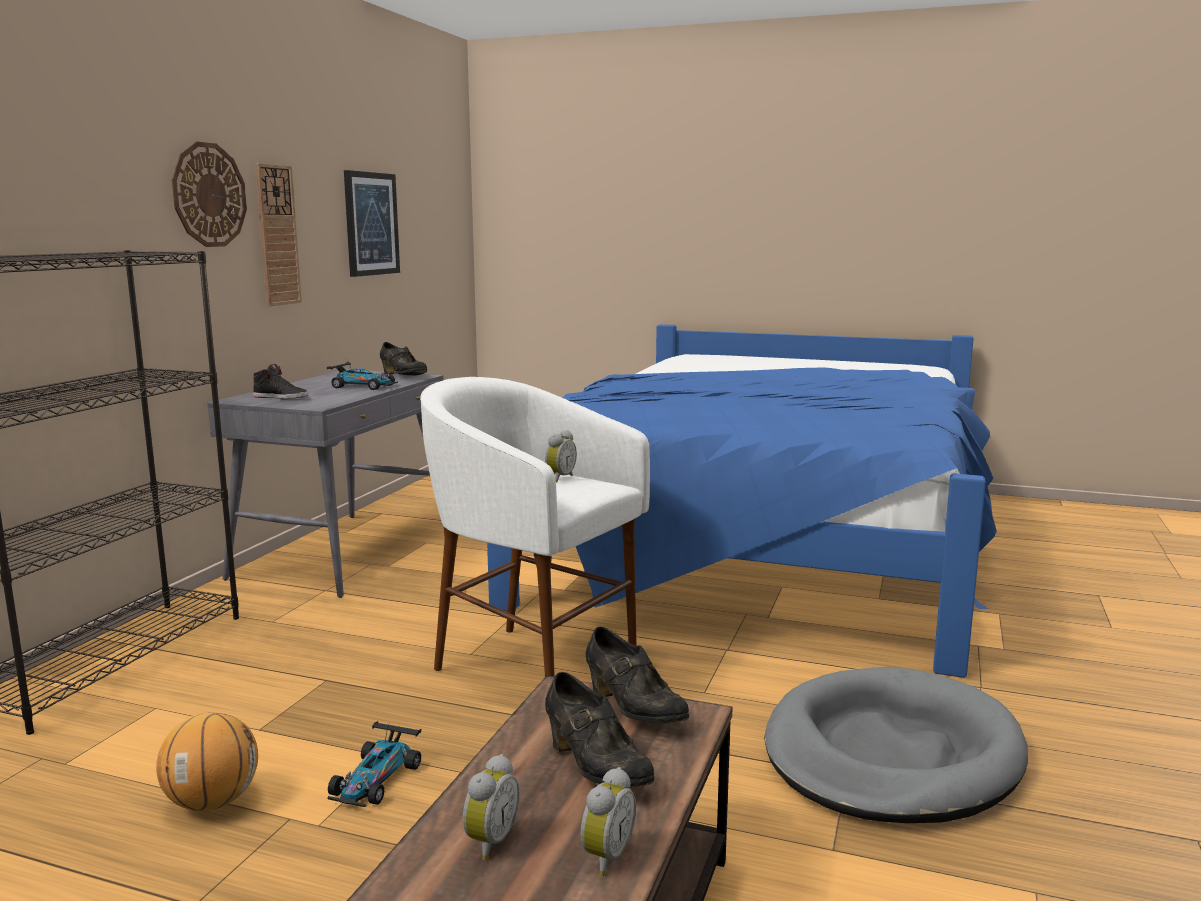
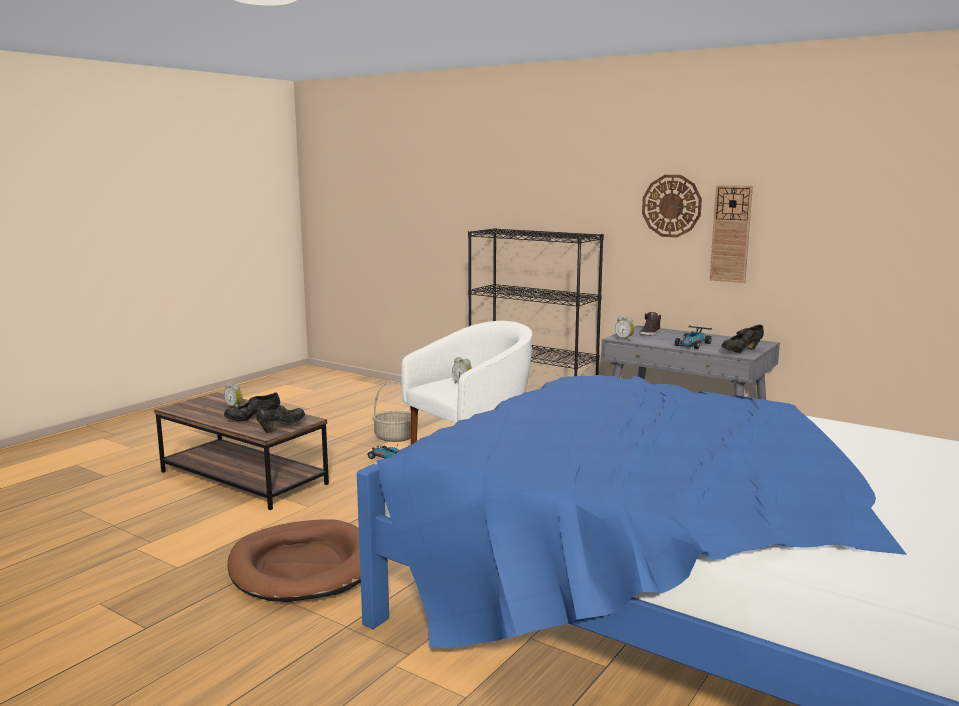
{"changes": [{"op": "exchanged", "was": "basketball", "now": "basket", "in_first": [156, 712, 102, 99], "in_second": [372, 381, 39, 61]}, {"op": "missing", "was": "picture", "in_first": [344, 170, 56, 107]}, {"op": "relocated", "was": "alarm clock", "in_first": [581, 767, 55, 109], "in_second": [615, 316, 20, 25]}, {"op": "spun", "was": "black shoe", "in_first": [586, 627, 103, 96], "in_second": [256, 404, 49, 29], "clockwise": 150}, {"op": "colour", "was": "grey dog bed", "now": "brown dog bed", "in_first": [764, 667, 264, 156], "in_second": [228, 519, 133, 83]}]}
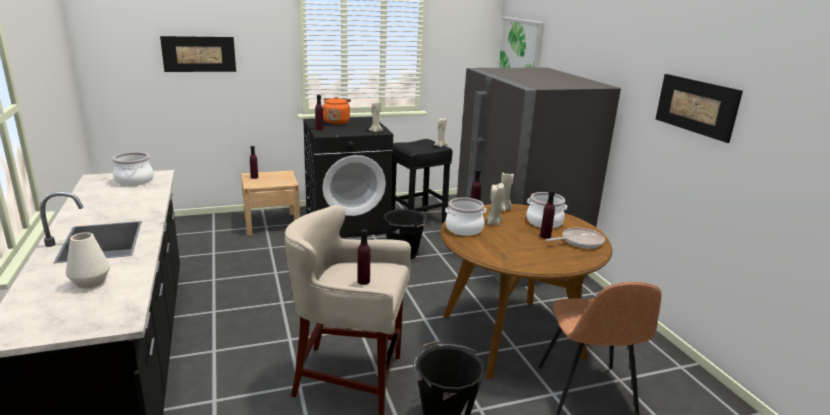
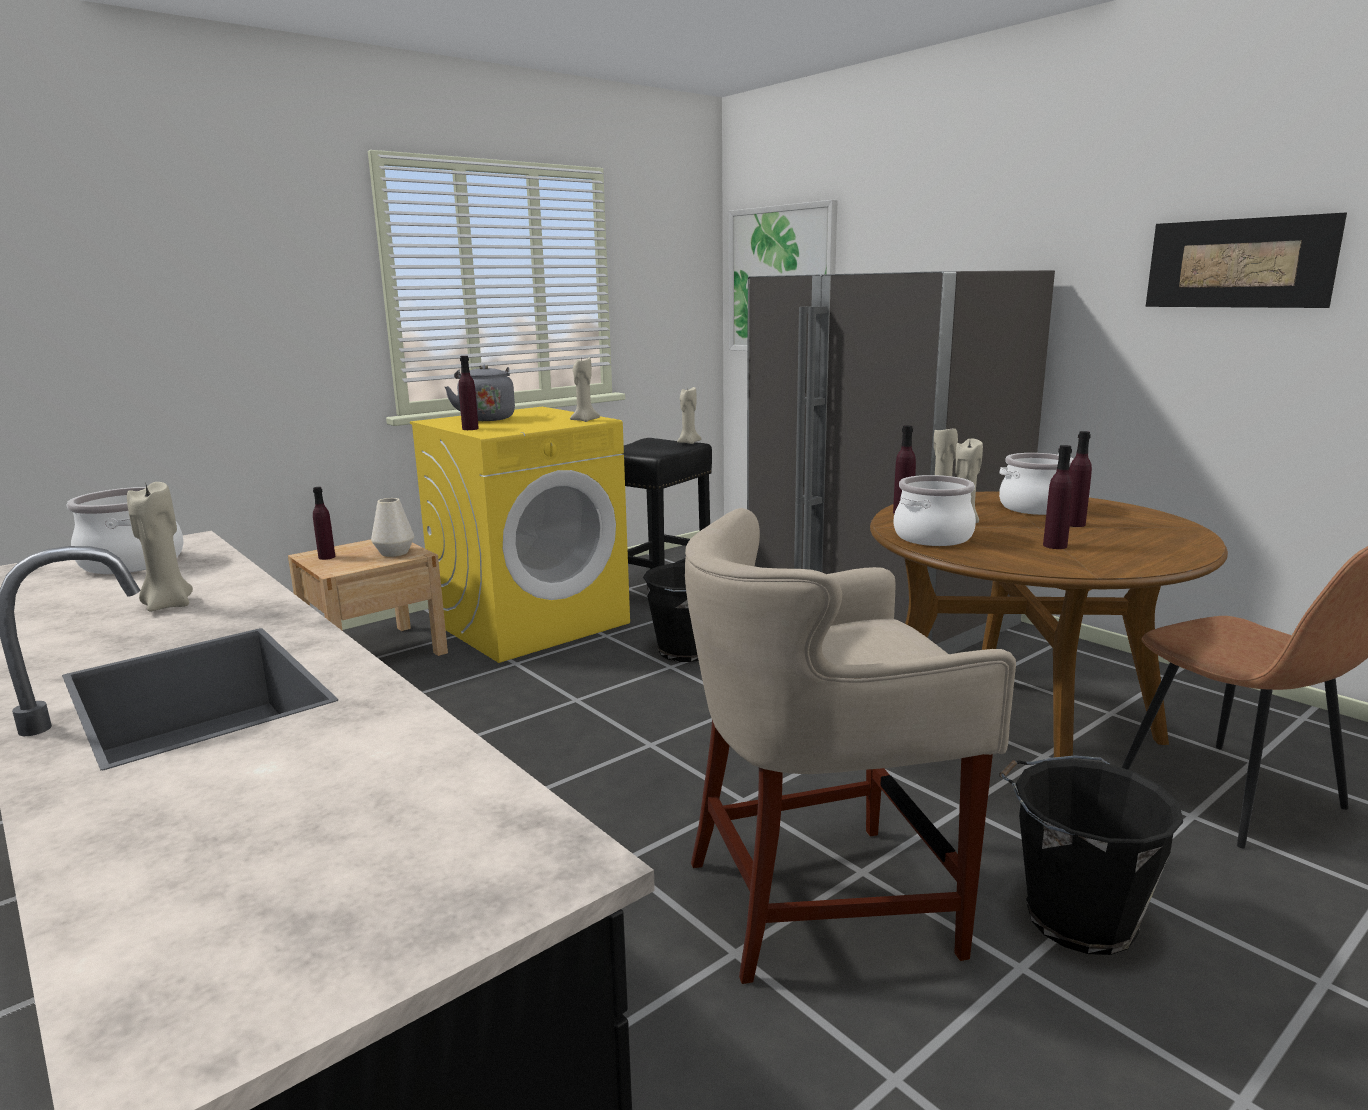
{"changes": [{"op": "relocated", "was": "white vase", "in_first": [66, 232, 44, 57], "in_second": [371, 498, 43, 59]}, {"op": "missing", "was": "picture", "in_first": [160, 36, 76, 36]}, {"op": "colour", "was": "black washing machine", "now": "yellow washing machine", "in_first": [303, 117, 90, 121], "in_second": [410, 407, 220, 256]}, {"op": "colour", "was": "orange kettle", "now": "grey kettle", "in_first": [323, 97, 28, 28], "in_second": [444, 365, 71, 56]}, {"op": "relocated", "was": "purple bottle", "in_first": [358, 229, 12, 56], "in_second": [1043, 445, 31, 104]}, {"op": "missing", "was": "frying pan", "in_first": [546, 228, 59, 20]}, {"op": "appeared", "now": "beige candle", "in_second": [127, 482, 66, 130]}]}
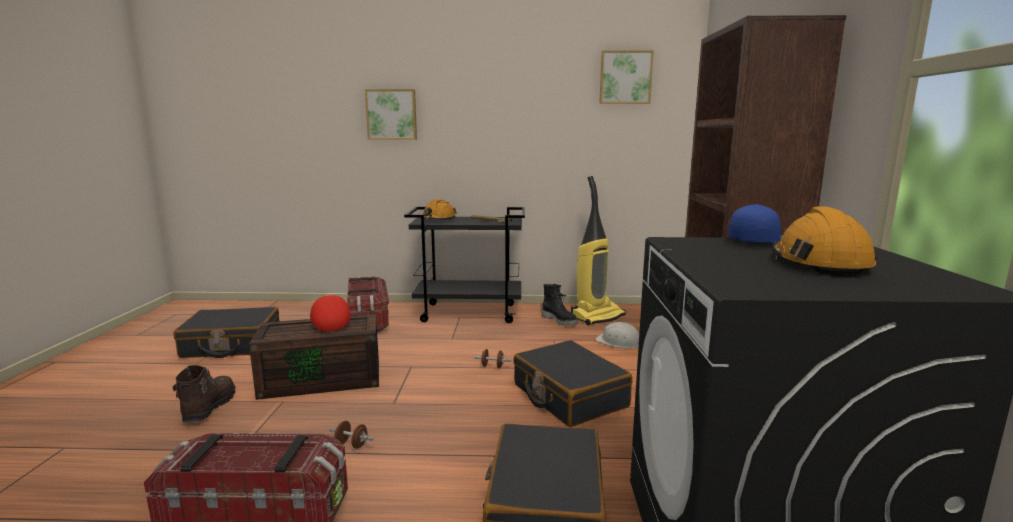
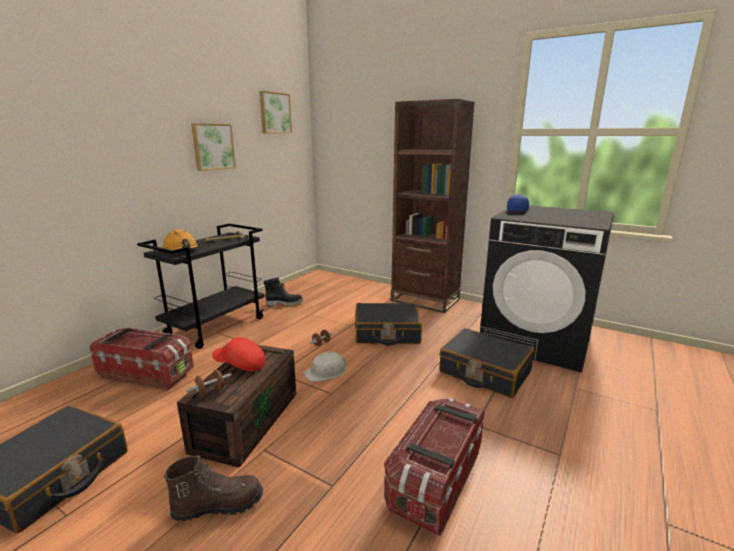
{"changes": [{"op": "spun", "was": "brown boot", "in_first": [173, 365, 63, 57], "in_second": [164, 455, 99, 66], "clockwise": 135}, {"op": "relocated", "was": "brown dumbbell", "in_first": [329, 421, 45, 28], "in_second": [186, 369, 46, 27]}, {"op": "relocated", "was": "picture", "in_first": [365, 89, 52, 51], "in_second": [191, 123, 45, 48]}, {"op": "missing", "was": "vacuum cleaner", "in_first": [571, 176, 55, 149]}, {"op": "relocated", "was": "white hard hat", "in_first": [595, 322, 44, 27], "in_second": [304, 351, 42, 31]}, {"op": "missing", "was": "orange hard hat", "in_first": [772, 206, 105, 71]}]}
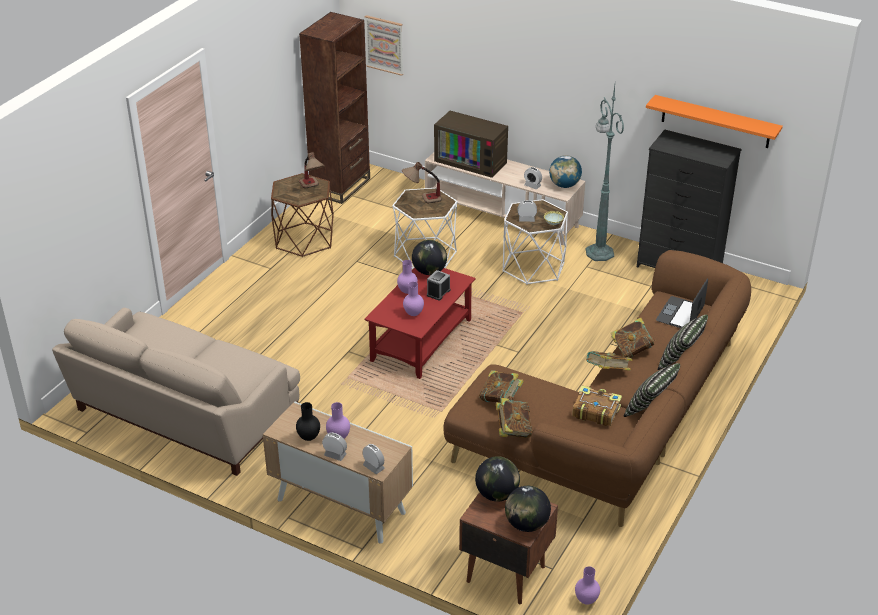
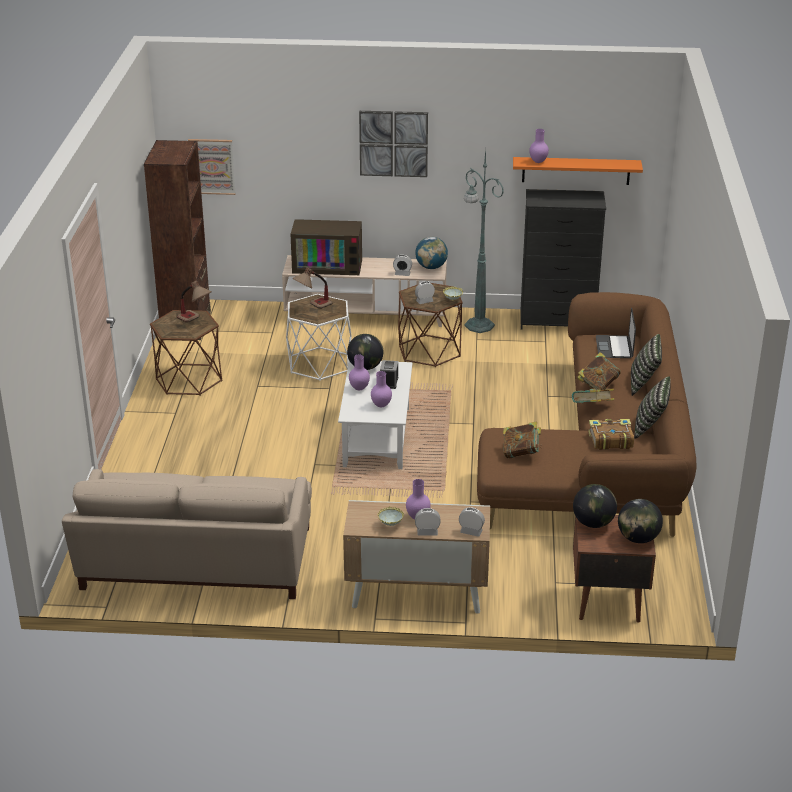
{"changes": [{"op": "exchanged", "was": "black vase", "now": "bowl", "in_first": [296, 402, 24, 39], "in_second": [378, 507, 26, 19]}, {"op": "colour", "was": "red coffee table", "now": "white coffee table", "in_first": [364, 267, 112, 112], "in_second": [338, 361, 74, 108]}, {"op": "missing", "was": "book", "in_first": [496, 398, 37, 40]}, {"op": "colour", "was": "white side table", "now": "brown side table", "in_first": [502, 199, 66, 86], "in_second": [398, 283, 65, 84]}, {"op": "relocated", "was": "purple vase", "in_first": [575, 566, 25, 39], "in_second": [529, 129, 20, 34]}, {"op": "appeared", "now": "picture", "in_second": [359, 111, 69, 66]}]}
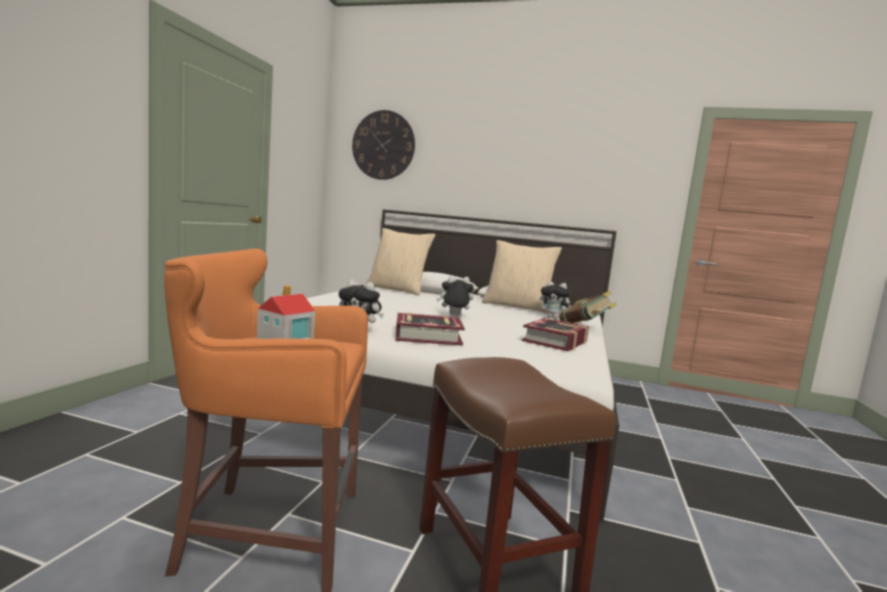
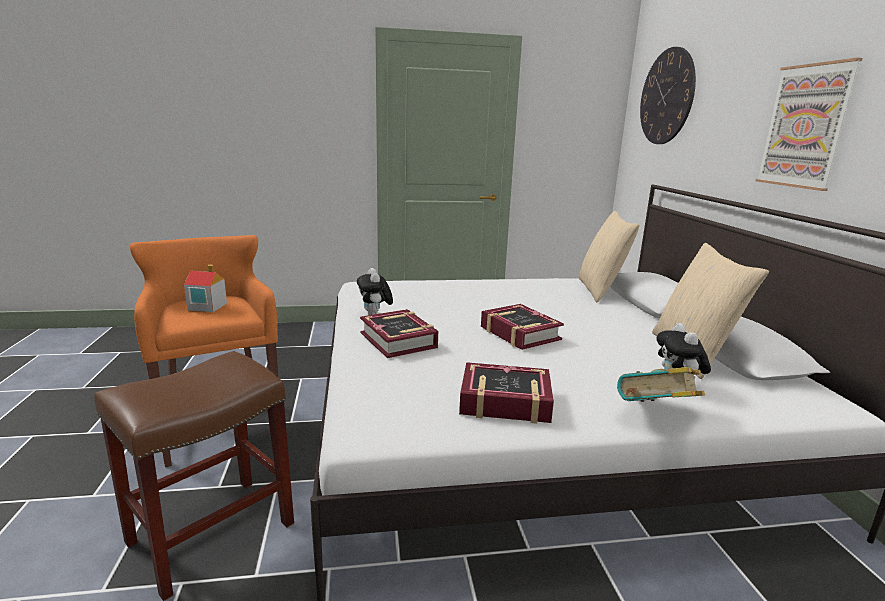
{"changes": [{"op": "exchanged", "was": "plush toy", "now": "book", "in_first": [436, 276, 38, 40], "in_second": [481, 304, 83, 46]}, {"op": "appeared", "now": "picture", "in_second": [756, 58, 106, 133]}]}
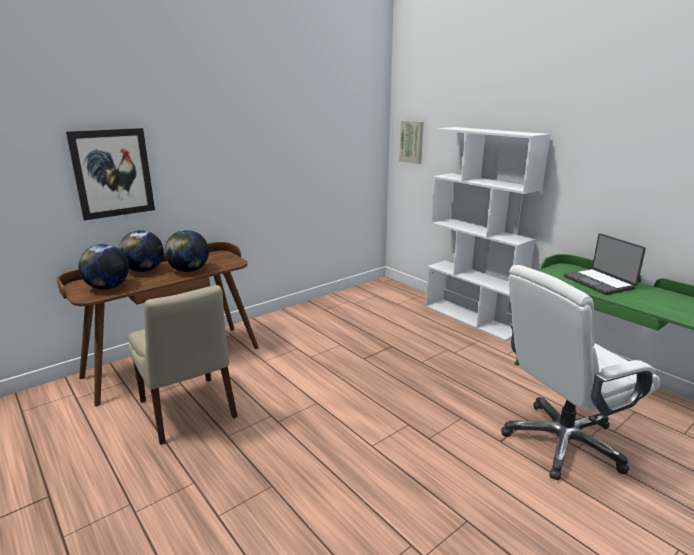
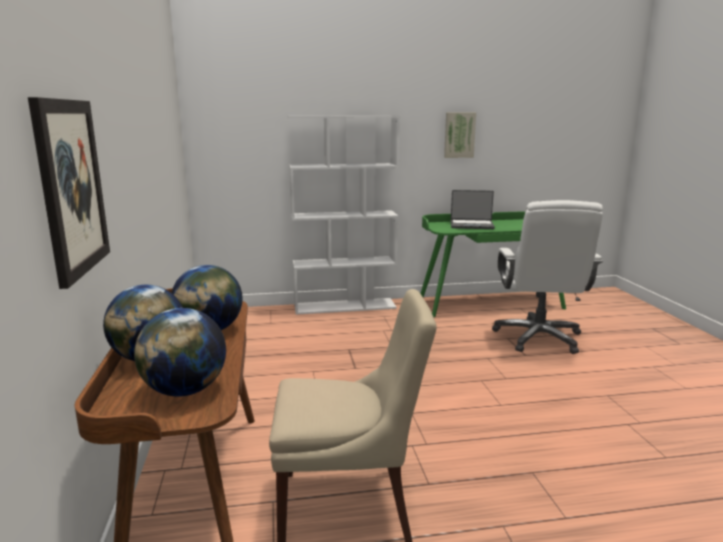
{"changes": [{"op": "relocated", "was": "picture", "in_first": [399, 120, 25, 44], "in_second": [444, 112, 32, 46]}]}
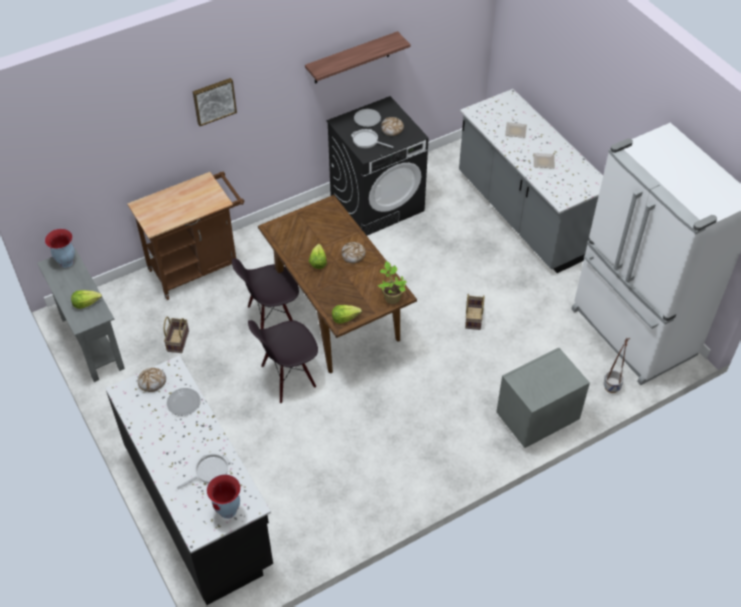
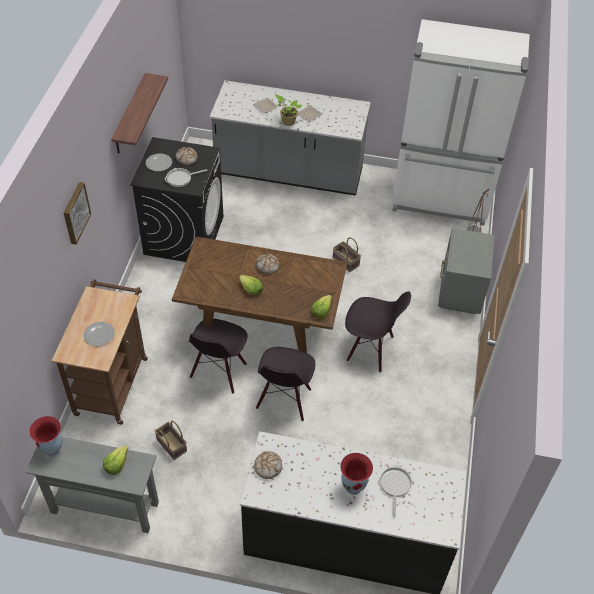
{"changes": [{"op": "relocated", "was": "plate", "in_first": [167, 388, 33, 28], "in_second": [84, 322, 31, 24]}, {"op": "relocated", "was": "vase", "in_first": [207, 474, 34, 45], "in_second": [340, 453, 33, 42]}, {"op": "relocated", "was": "potted plant", "in_first": [378, 261, 29, 43], "in_second": [275, 94, 27, 32]}, {"op": "appeared", "now": "black chair", "in_second": [345, 291, 66, 81]}]}
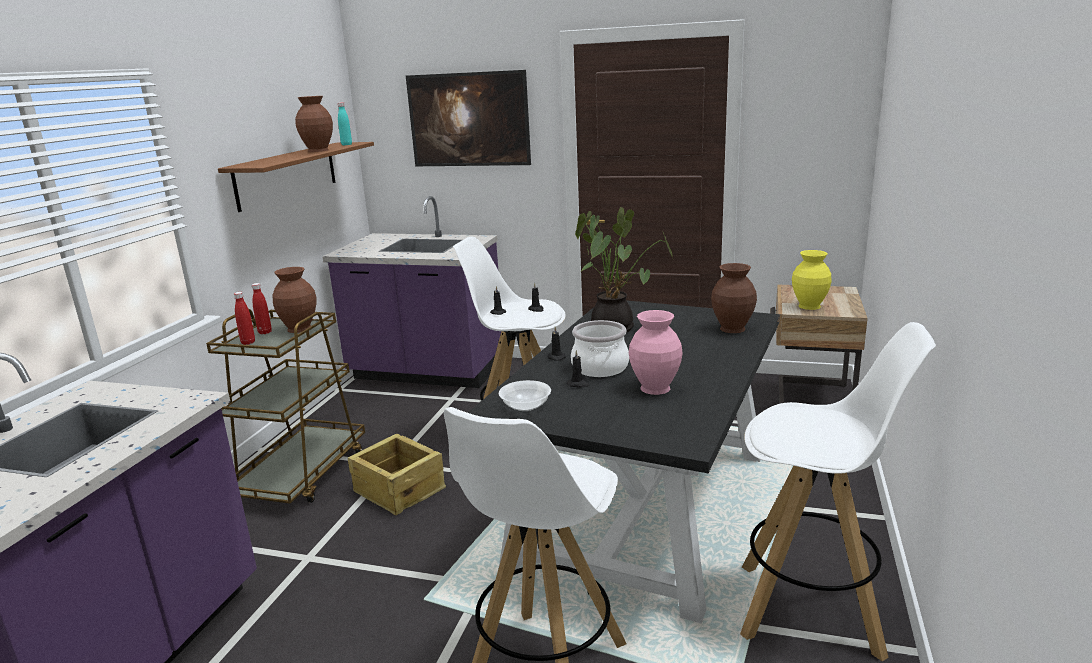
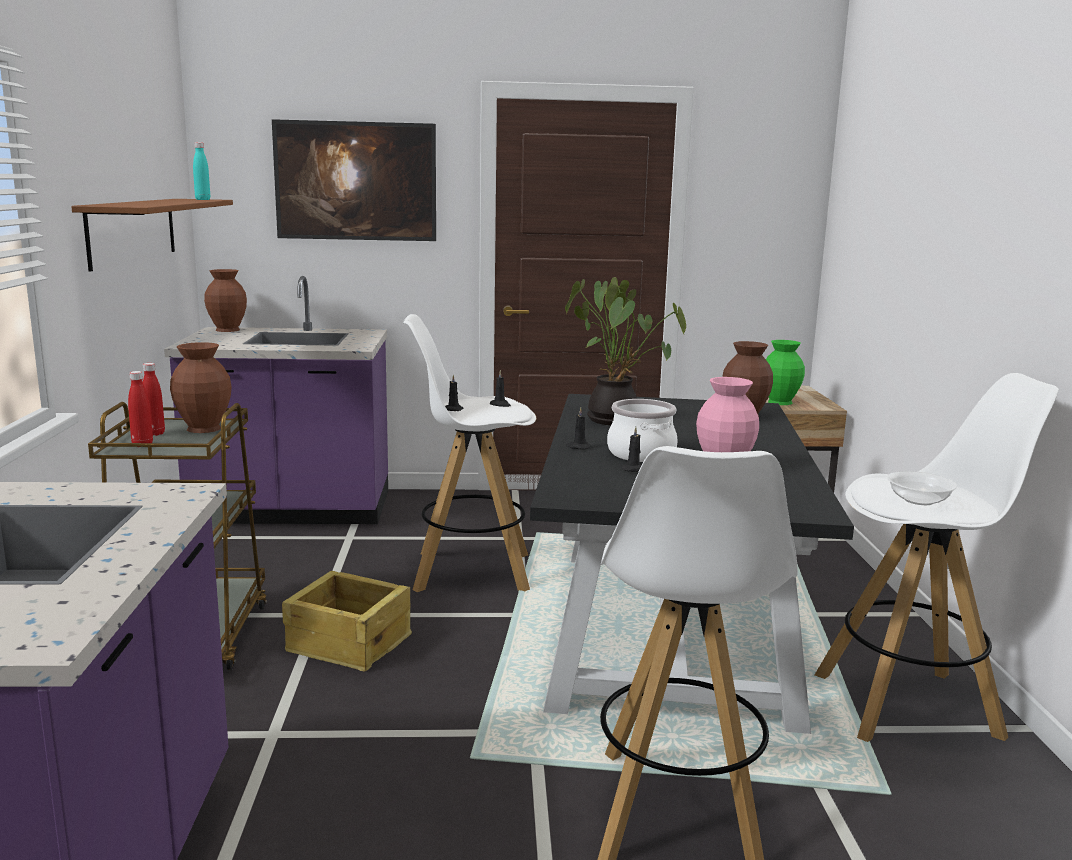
{"changes": [{"op": "relocated", "was": "brown vase", "in_first": [295, 96, 38, 56], "in_second": [204, 269, 43, 63]}, {"op": "relocated", "was": "bowl", "in_first": [499, 380, 52, 31], "in_second": [887, 471, 70, 34]}, {"op": "colour", "was": "yellow vase", "now": "green vase", "in_first": [792, 250, 39, 60], "in_second": [766, 340, 39, 65]}]}
